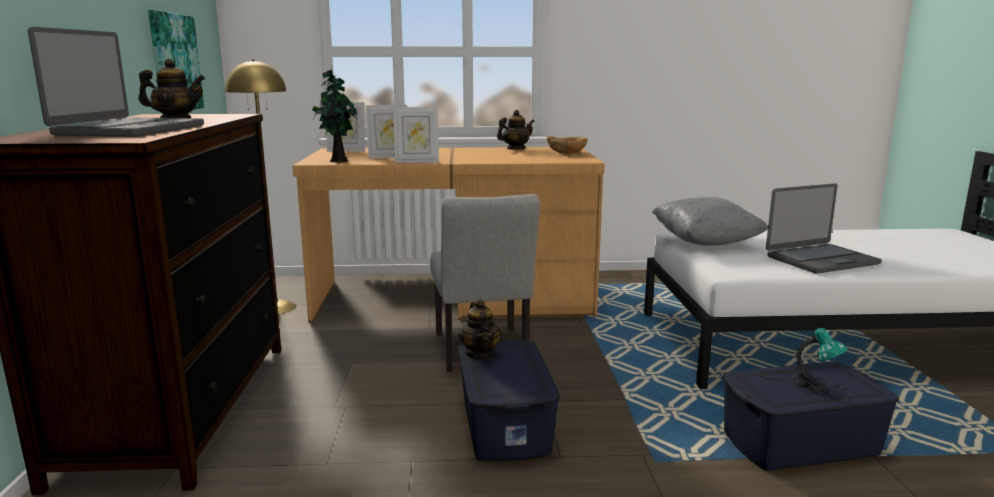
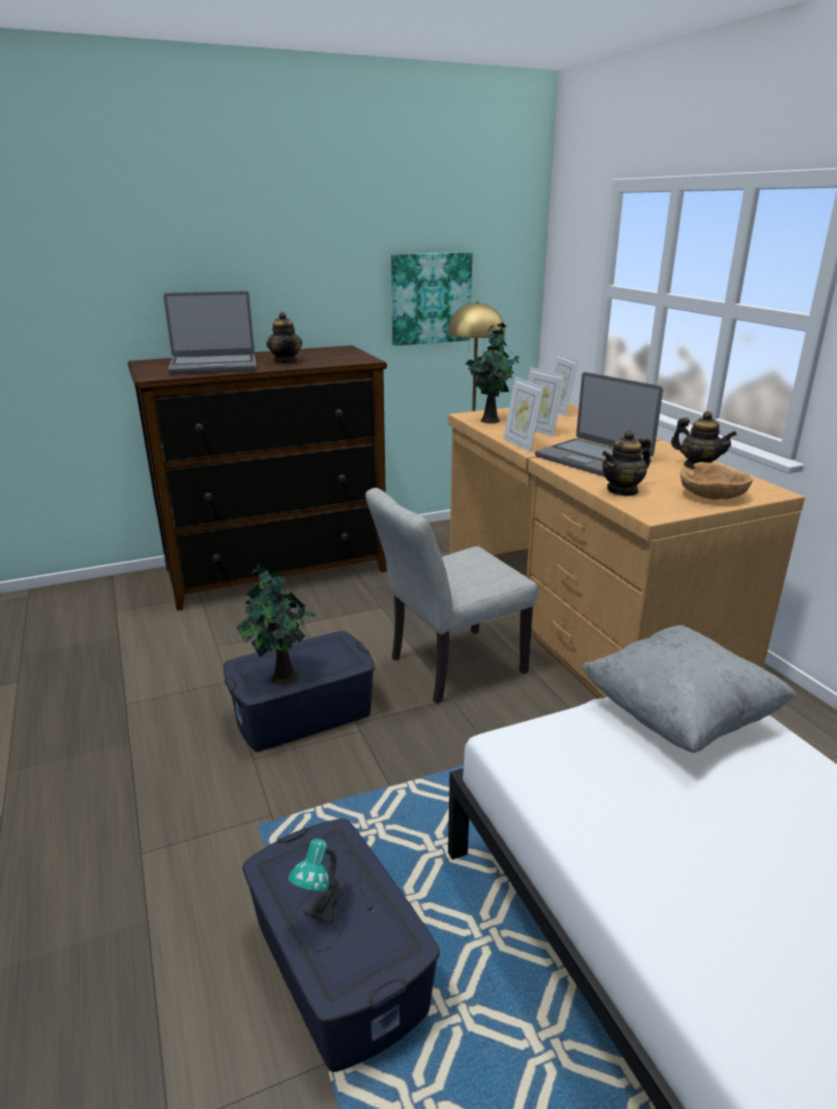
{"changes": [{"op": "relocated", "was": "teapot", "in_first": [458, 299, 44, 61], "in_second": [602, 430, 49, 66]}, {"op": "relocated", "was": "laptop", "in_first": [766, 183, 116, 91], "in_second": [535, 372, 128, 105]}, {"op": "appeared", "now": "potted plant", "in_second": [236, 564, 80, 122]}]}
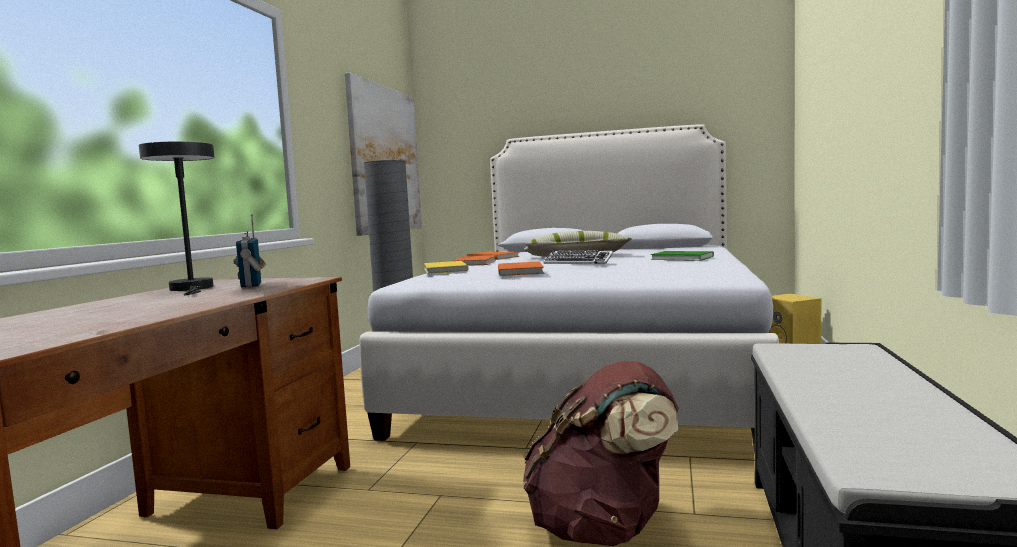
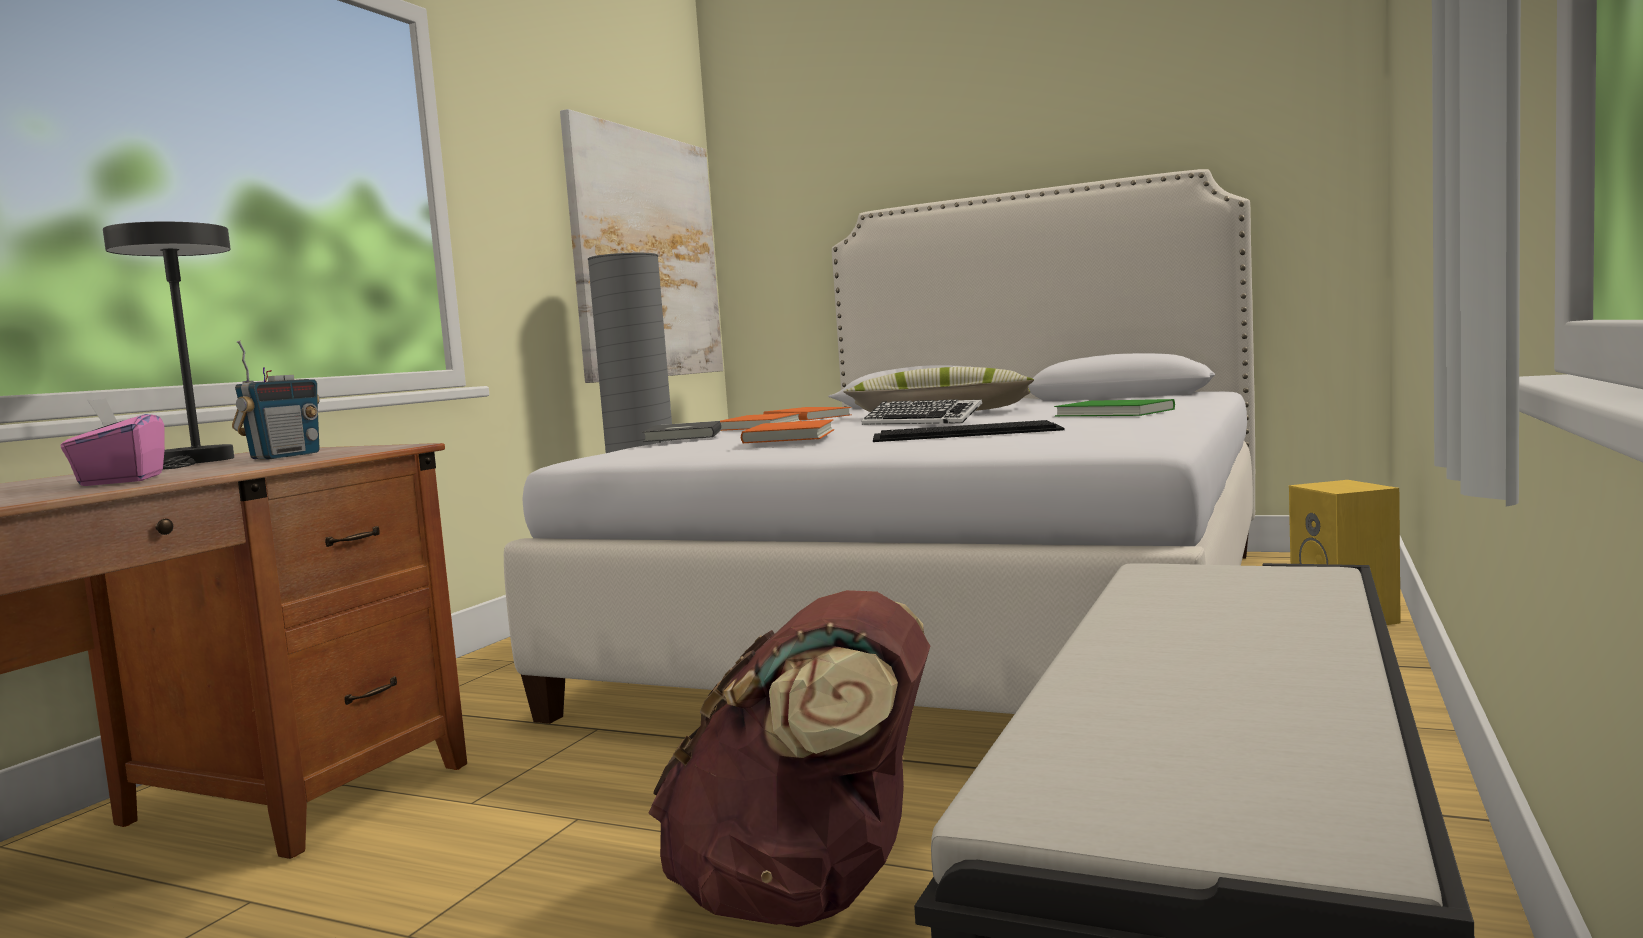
{"changes": [{"op": "spun", "was": "radio", "in_first": [233, 214, 34, 74], "in_second": [232, 340, 88, 120], "clockwise": -150}, {"op": "colour", "was": "yellow book", "now": "grey book", "in_first": [424, 261, 45, 13], "in_second": [642, 421, 80, 21]}, {"op": "appeared", "now": "pink tissue box", "in_second": [61, 398, 104, 88]}, {"op": "appeared", "now": "keyboard", "in_second": [873, 420, 192, 22]}]}
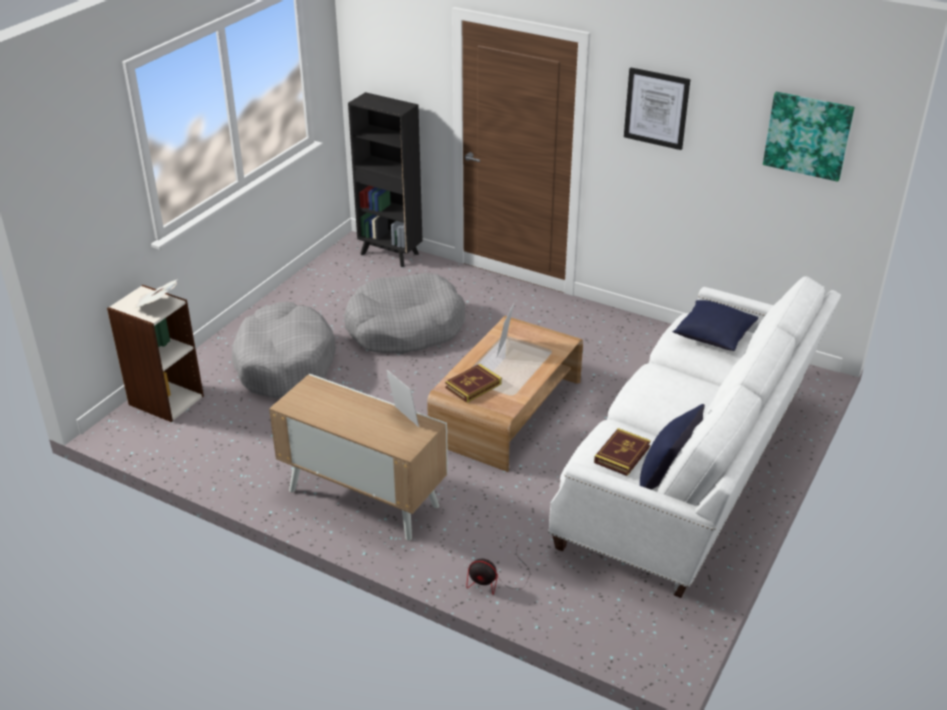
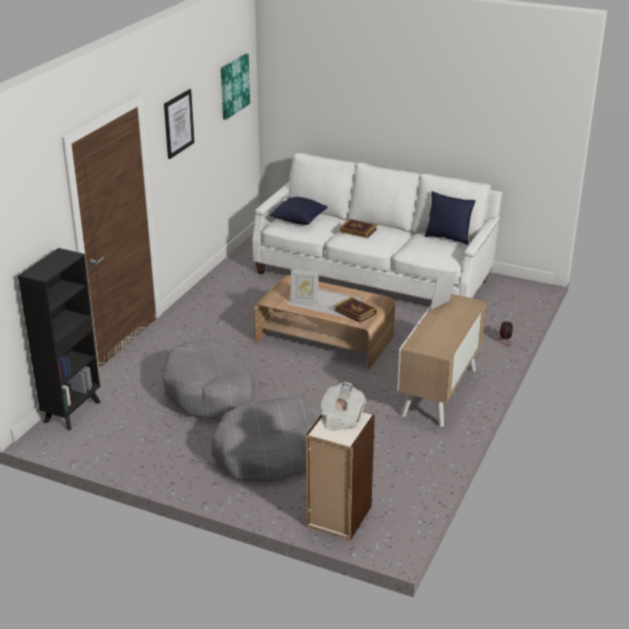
{"changes": [{"op": "relocated", "was": "book", "in_first": [594, 428, 57, 48], "in_second": [339, 219, 38, 19]}]}
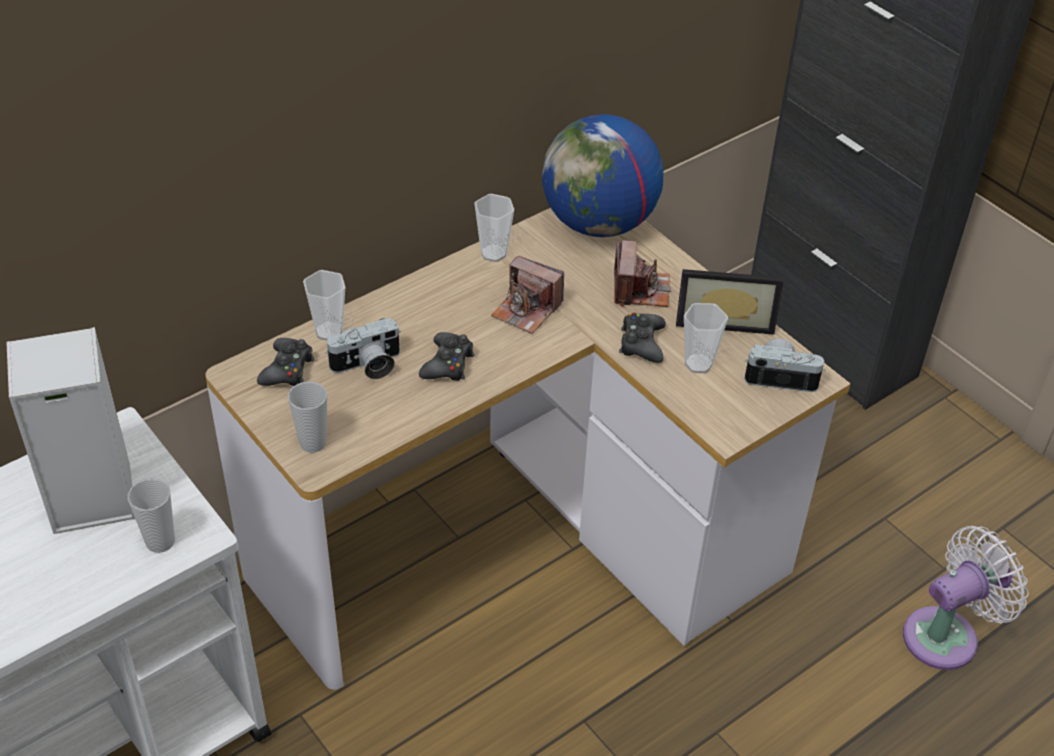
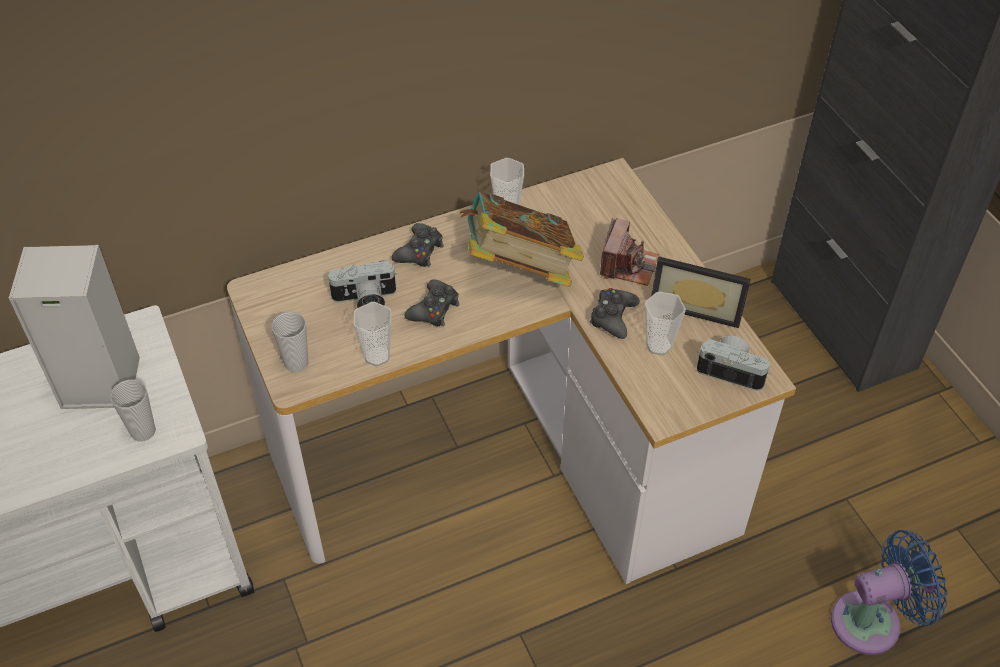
{"changes": [{"op": "relocated", "was": "black game controller", "in_first": [257, 338, 58, 48], "in_second": [392, 223, 52, 44]}, {"op": "relocated", "was": "cup", "in_first": [303, 270, 42, 71], "in_second": [353, 302, 39, 64]}, {"op": "exchanged", "was": "photo camera", "now": "book", "in_first": [491, 256, 73, 78], "in_second": [460, 192, 124, 95]}, {"op": "missing", "was": "globe", "in_first": [542, 114, 122, 123]}, {"op": "colour", "was": "white fan", "now": "blue fan", "in_first": [903, 526, 126, 144], "in_second": [831, 530, 116, 125]}]}
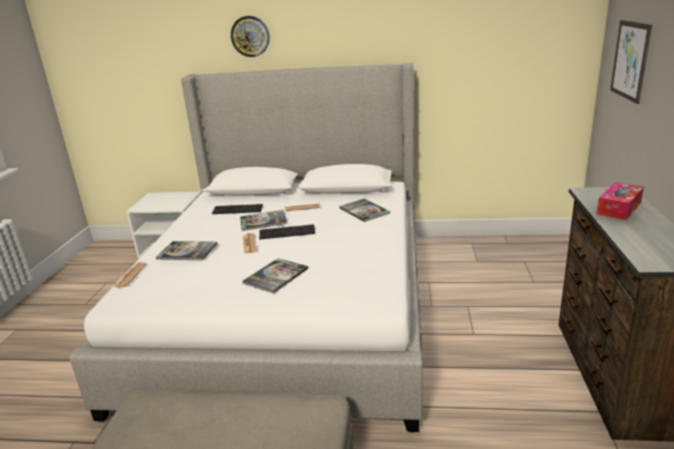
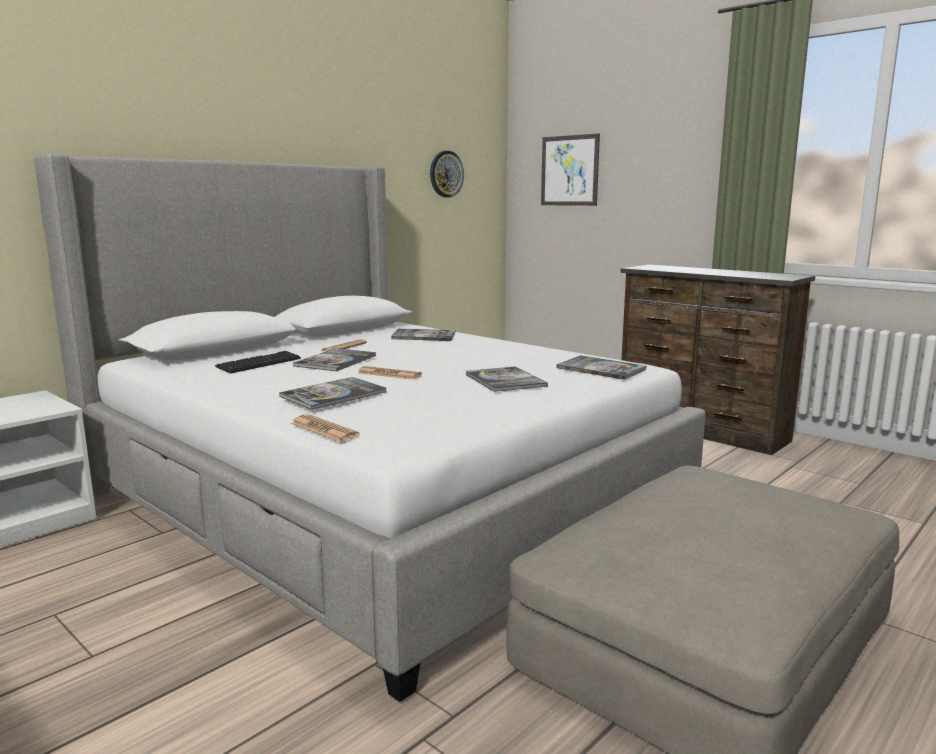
{"changes": [{"op": "relocated", "was": "wall clock", "in_first": [231, 16, 39, 41], "in_second": [430, 151, 34, 46]}, {"op": "missing", "was": "keyboard", "in_first": [259, 224, 56, 15]}, {"op": "missing", "was": "tissue box", "in_first": [597, 182, 47, 38]}, {"op": "appeared", "now": "book", "in_second": [556, 355, 90, 25]}]}
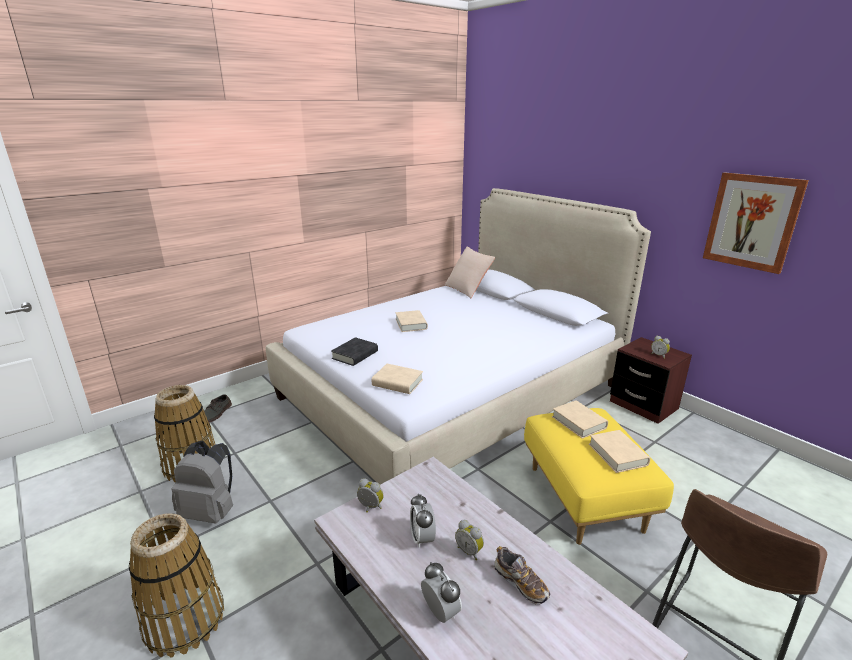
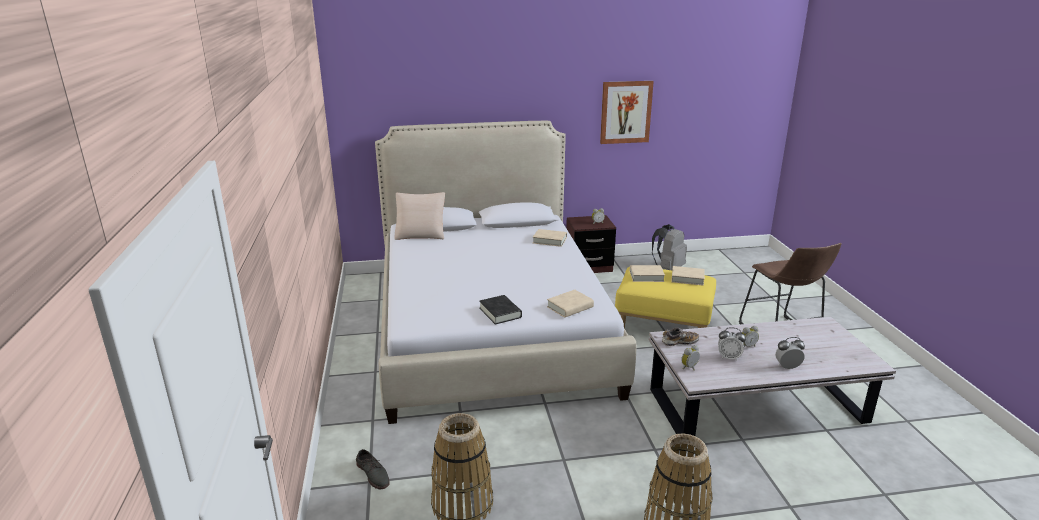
{"changes": [{"op": "relocated", "was": "grey backpack", "in_first": [171, 440, 62, 84], "in_second": [652, 224, 35, 46]}, {"op": "relocated", "was": "beige book", "in_first": [395, 310, 33, 22], "in_second": [533, 229, 34, 18]}, {"op": "relocated", "was": "shoe", "in_first": [494, 546, 56, 59], "in_second": [662, 327, 37, 19]}]}
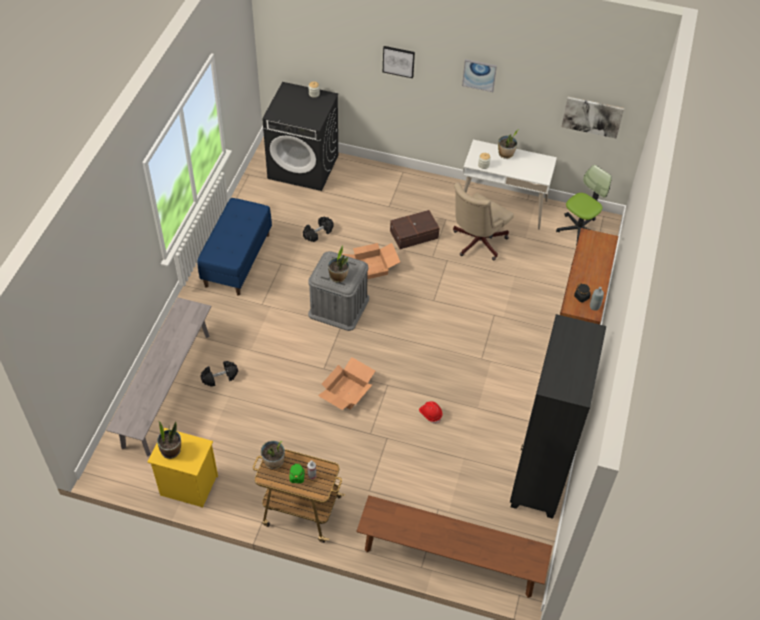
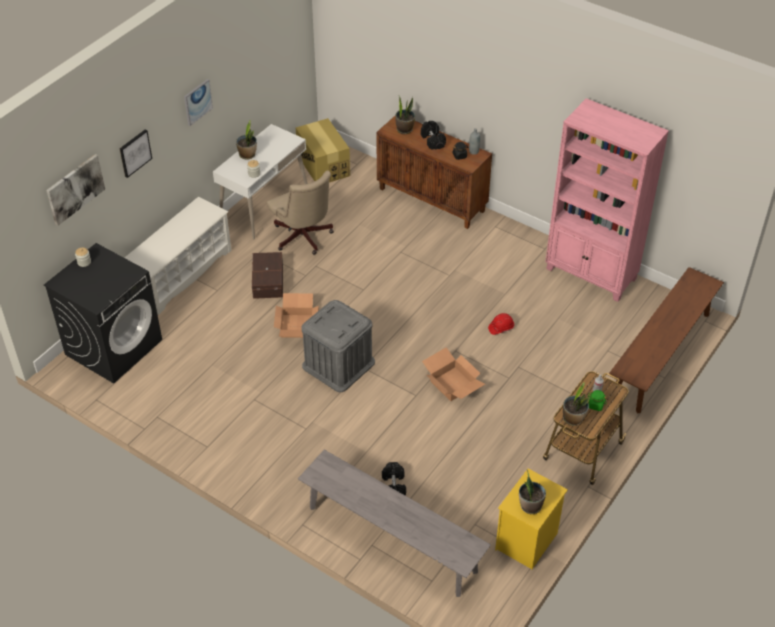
{"changes": [{"op": "missing", "was": "blue bench", "in_first": [197, 198, 75, 98]}, {"op": "relocated", "was": "black dumbbell", "in_first": [303, 217, 30, 25], "in_second": [421, 121, 25, 29]}, {"op": "relocated", "was": "potted plant", "in_first": [328, 245, 21, 38], "in_second": [395, 96, 20, 38]}, {"op": "colour", "was": "black bookcase", "now": "pink bookcase", "in_first": [510, 314, 96, 205], "in_second": [545, 98, 124, 204]}, {"op": "exchanged", "was": "office chair", "now": "cardboard box", "in_first": [556, 165, 56, 81], "in_second": [296, 118, 54, 64]}, {"op": "relocated", "was": "picture", "in_first": [561, 97, 63, 41], "in_second": [46, 154, 59, 72]}, {"op": "appeared", "now": "white shoe rack", "in_second": [125, 197, 107, 118]}]}
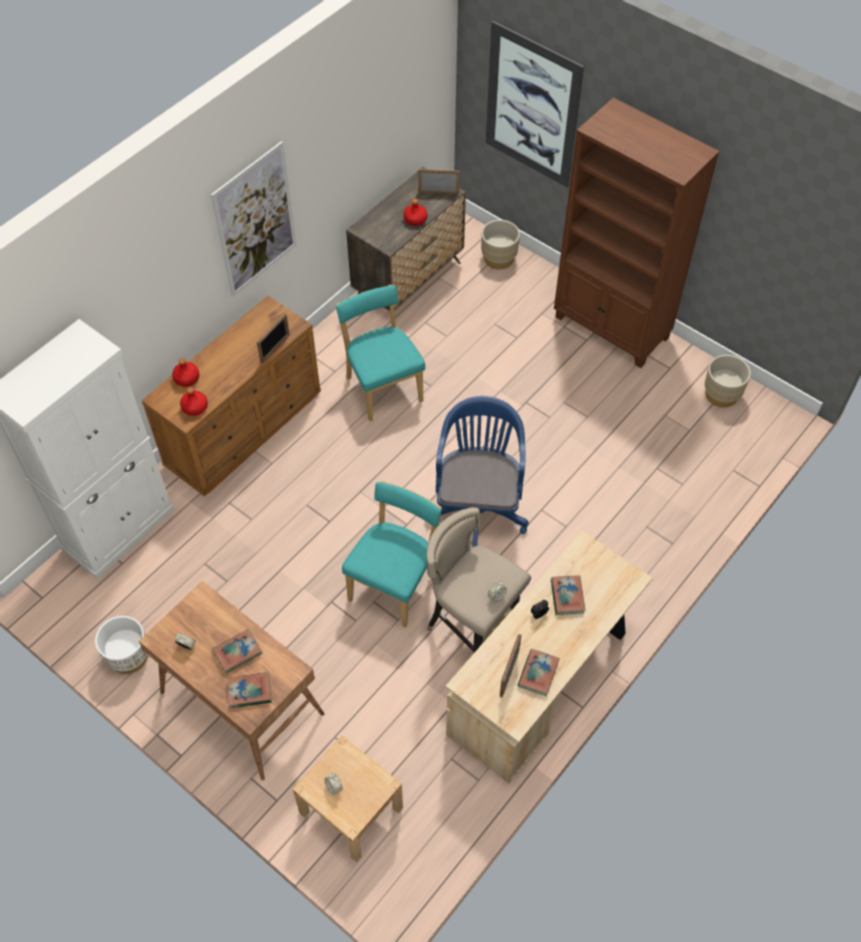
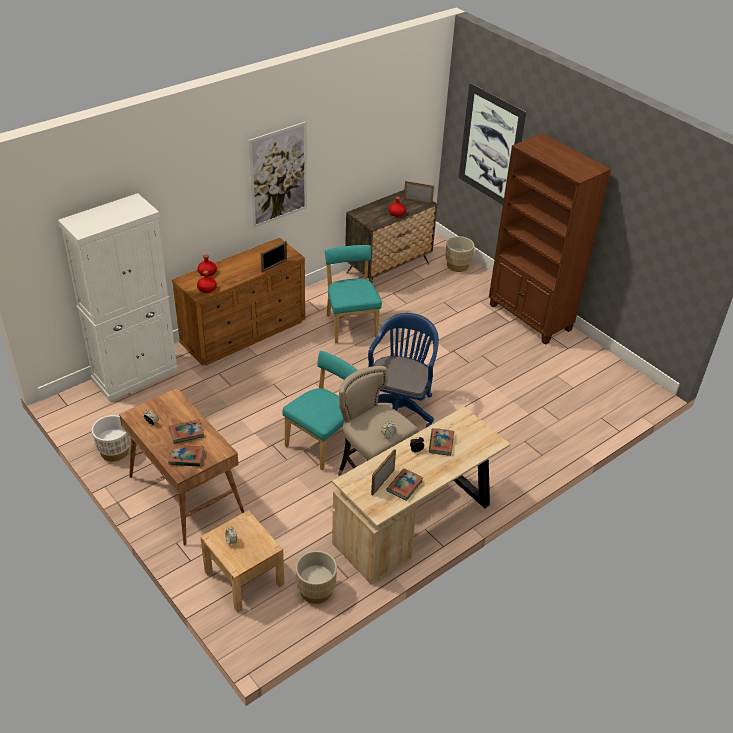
{"changes": [{"op": "relocated", "was": "beige planter", "in_first": [705, 355, 46, 53], "in_second": [296, 551, 41, 53]}]}
